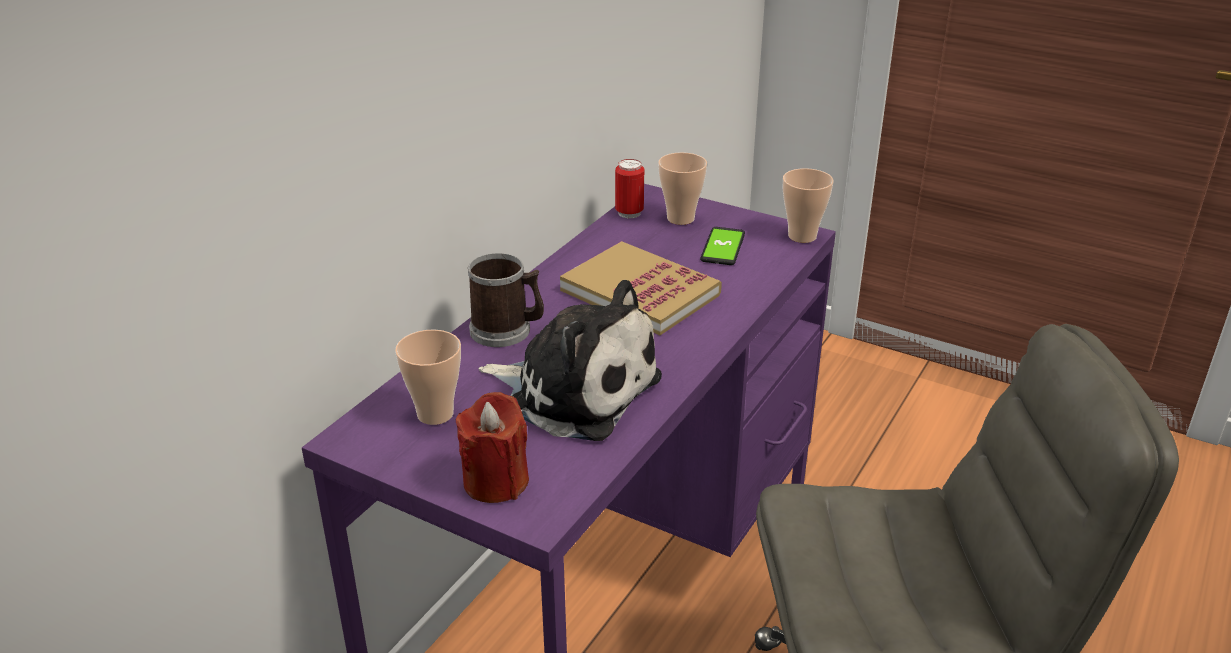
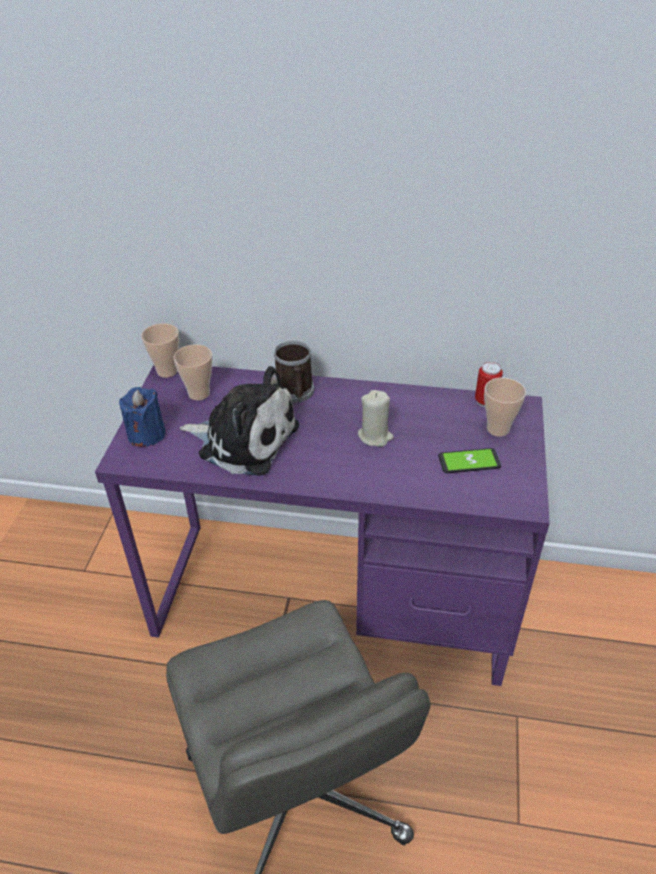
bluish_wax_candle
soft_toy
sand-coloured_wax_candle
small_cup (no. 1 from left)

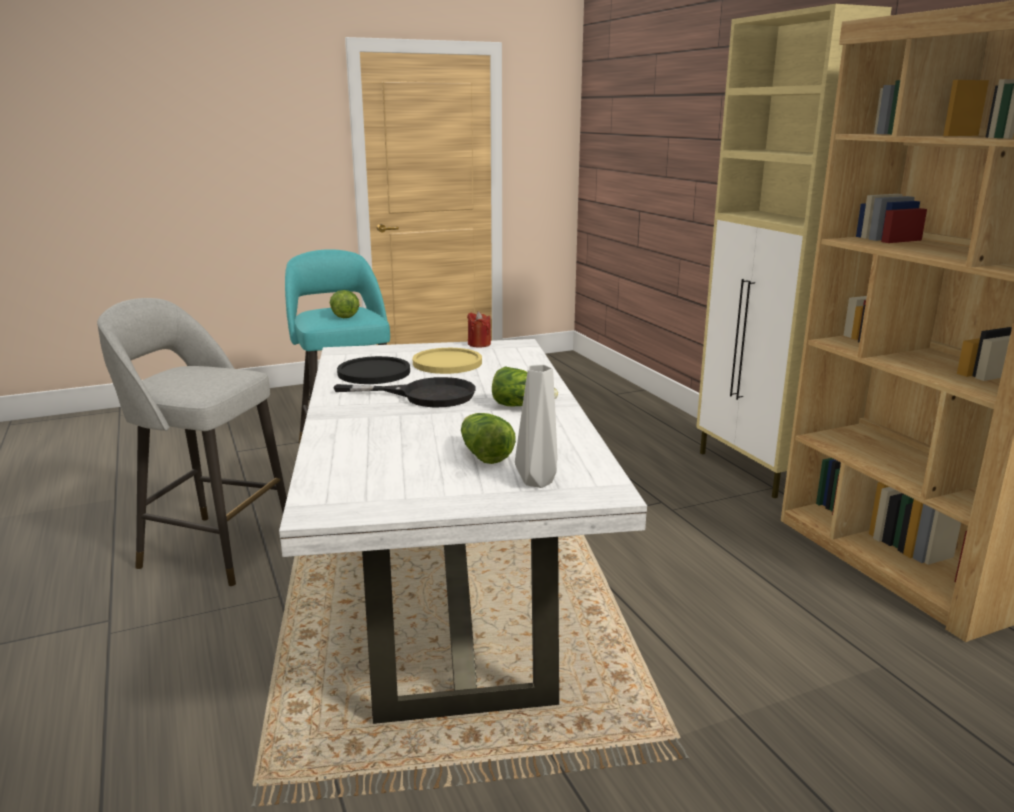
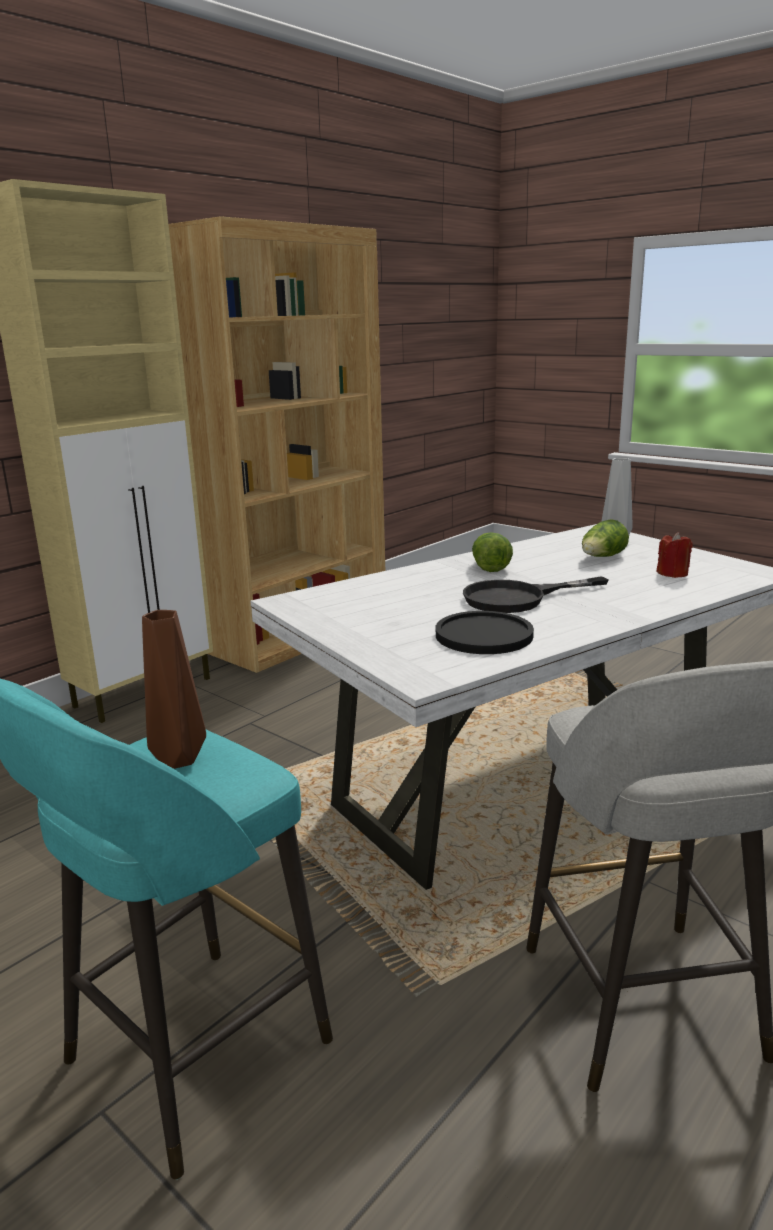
brown-coloured_decorative_vase
blackish_frying_pan
yellow_flat_dish
red-coloured_wax_candle

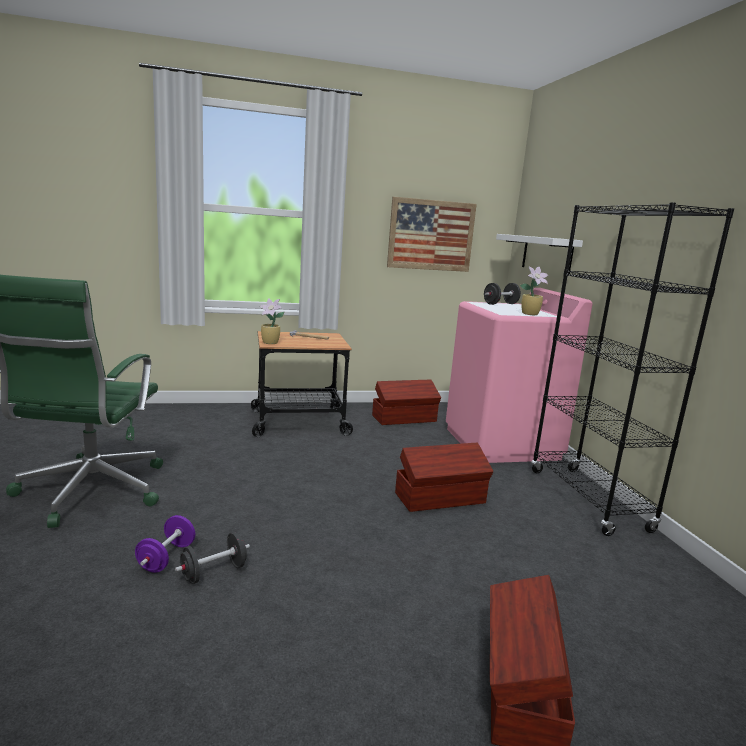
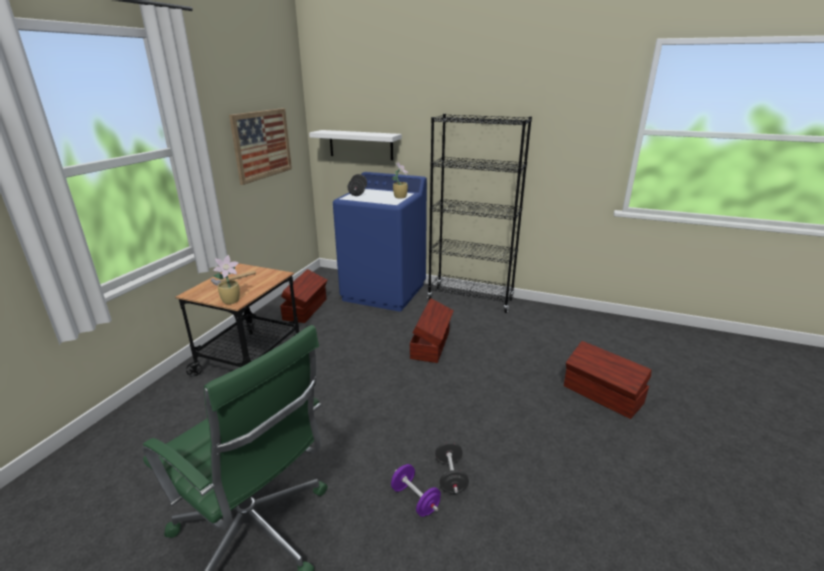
bluish_washing_machine

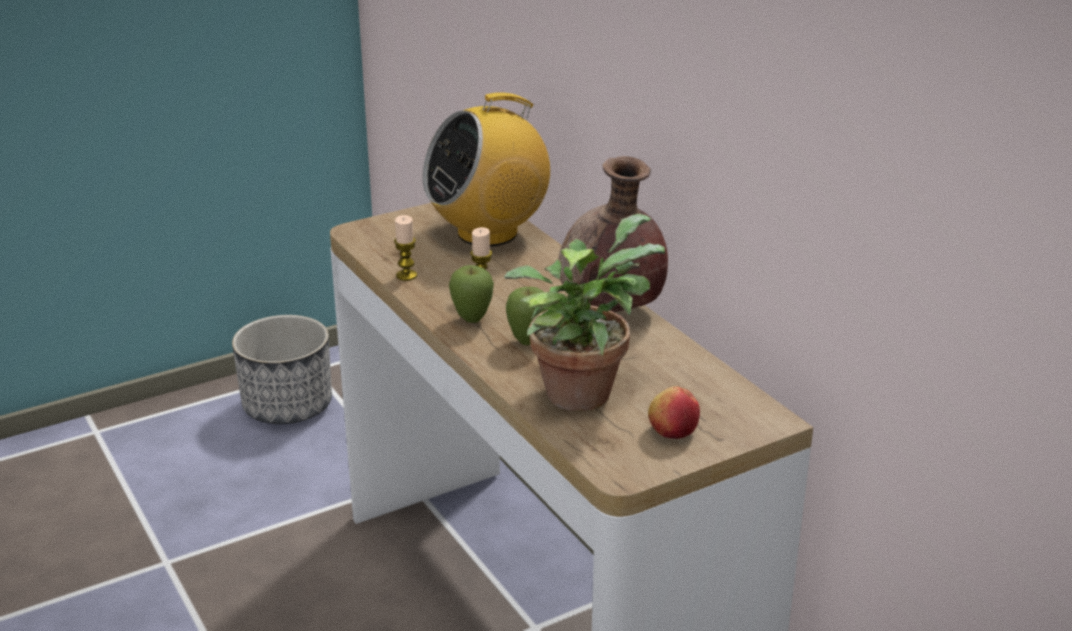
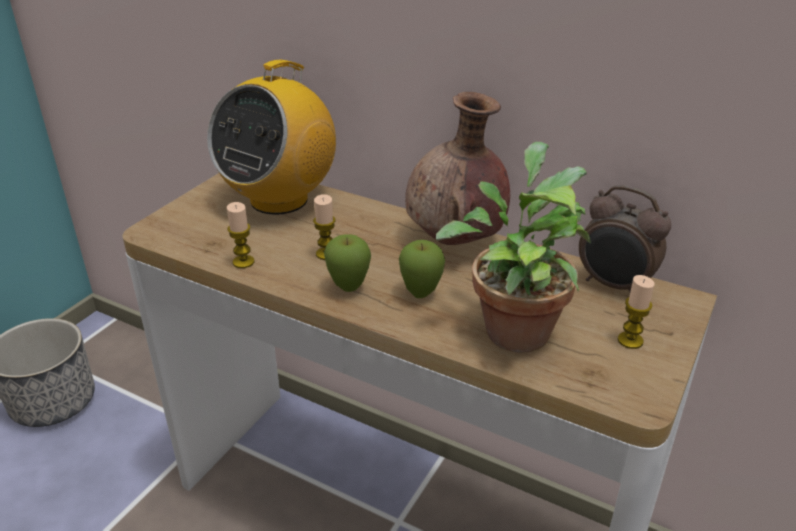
wax_candle (no. 3 from left)
bedside_clock

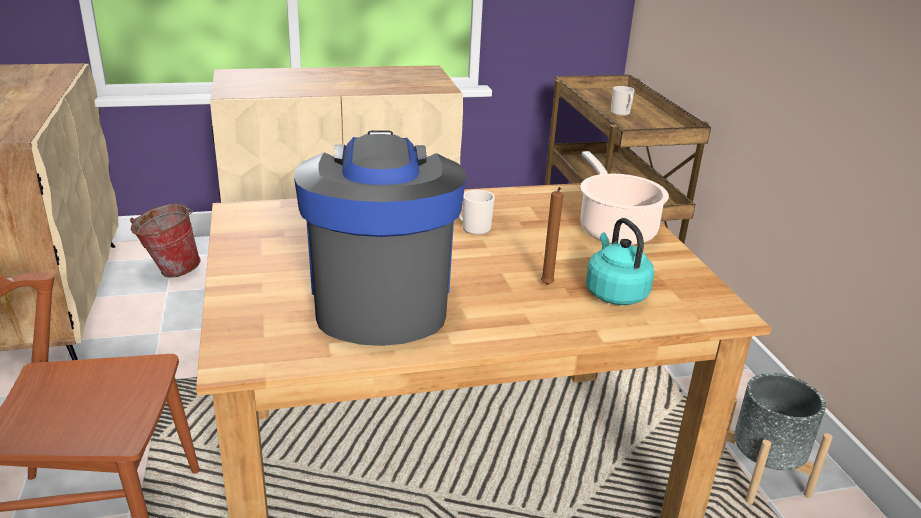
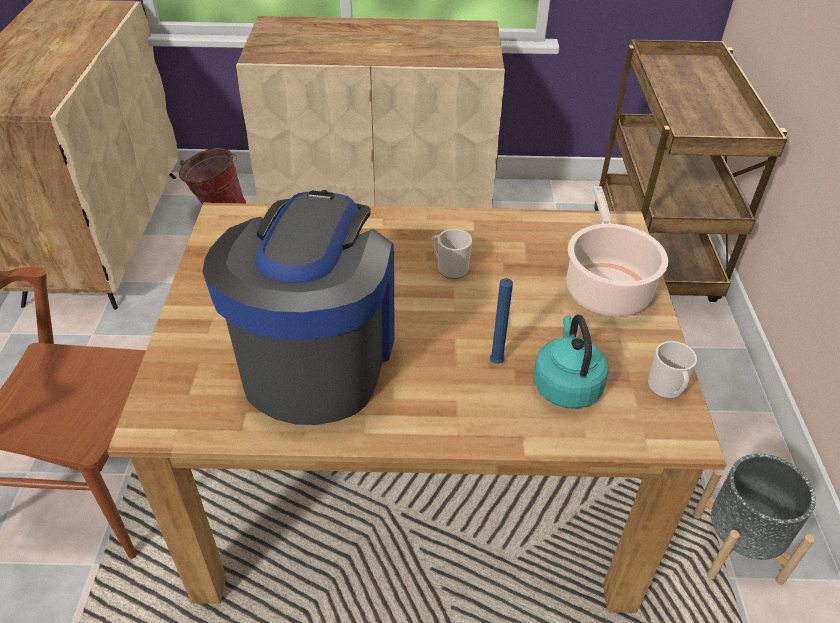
bluish_wax_candle
tea_mug (no. 2 from left)

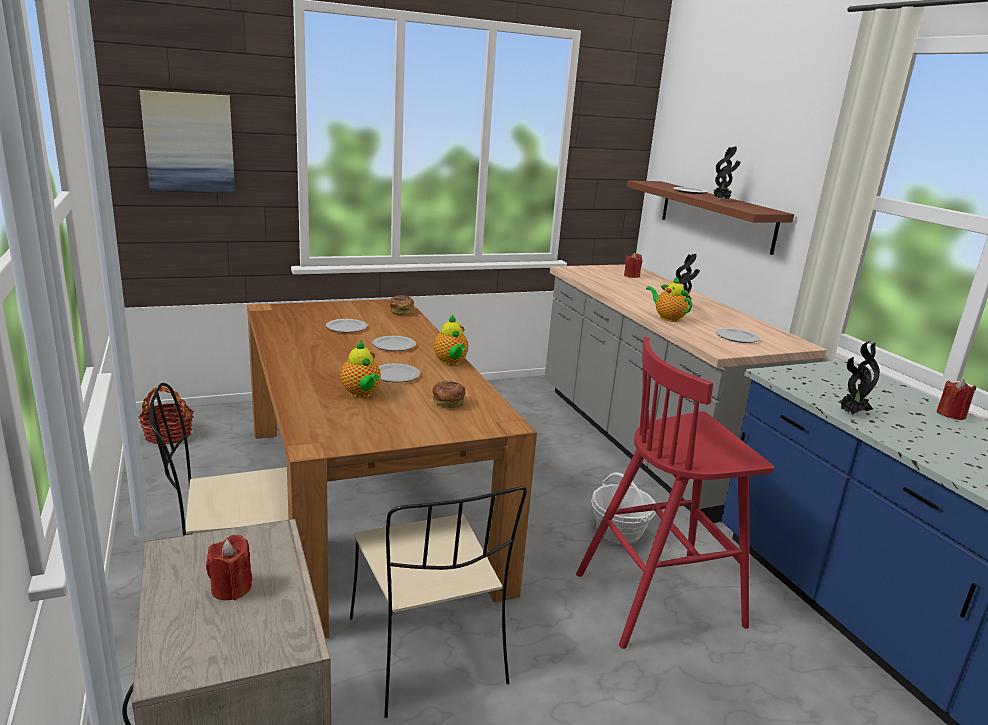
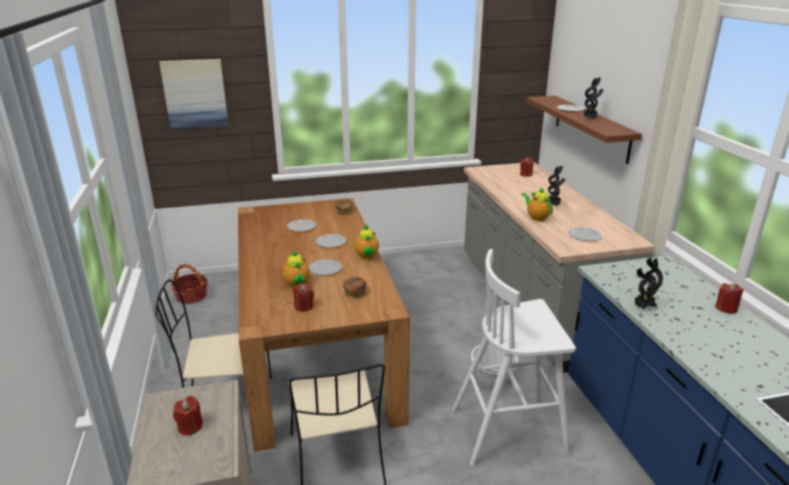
white_stool_seat
red-coloured_wax_candle (no. 2 from left)

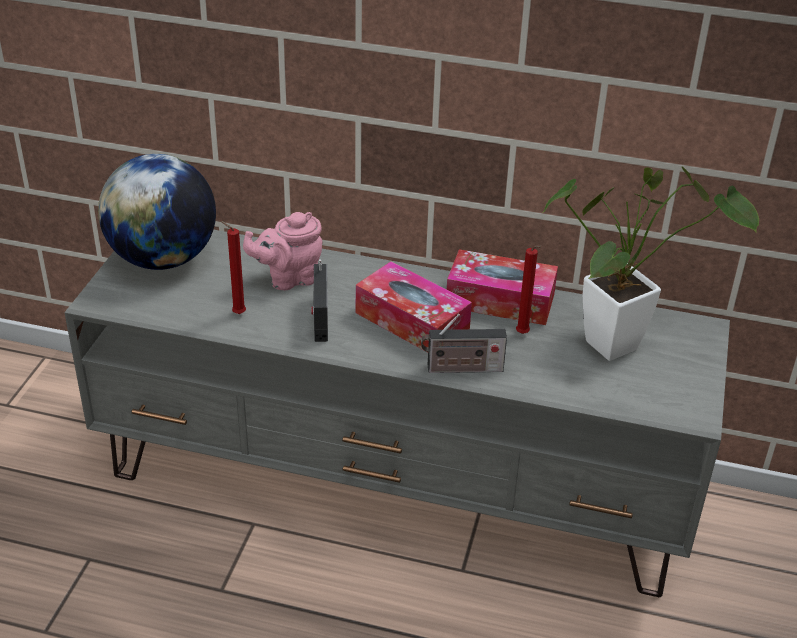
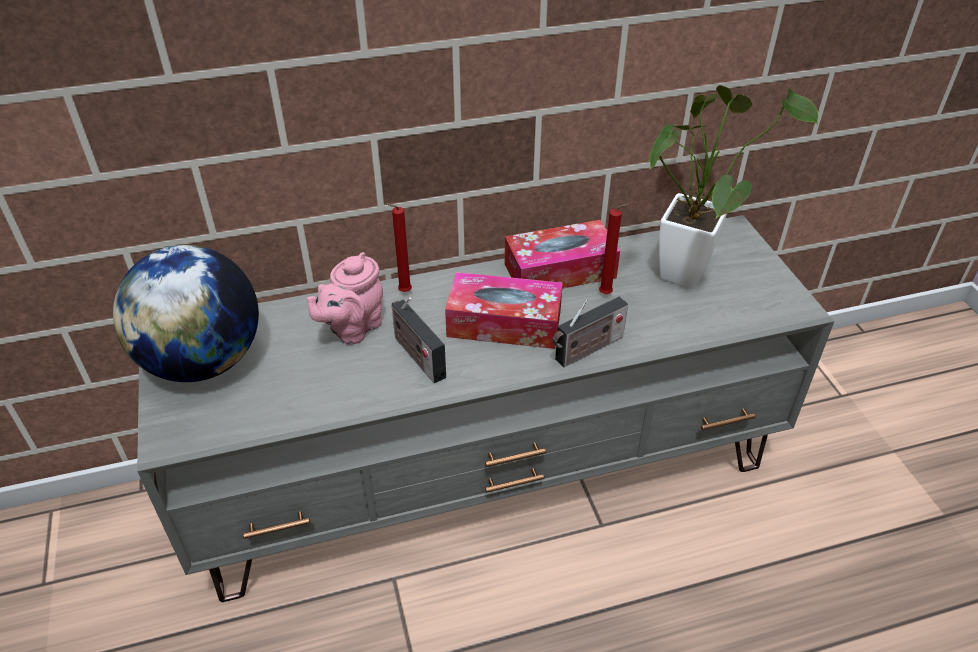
red-coloured_wax_candle (no. 1 from left)

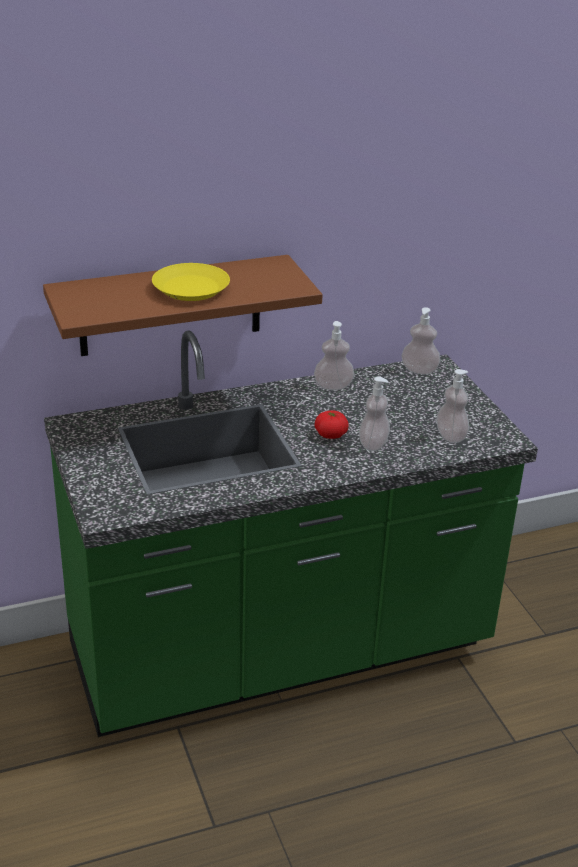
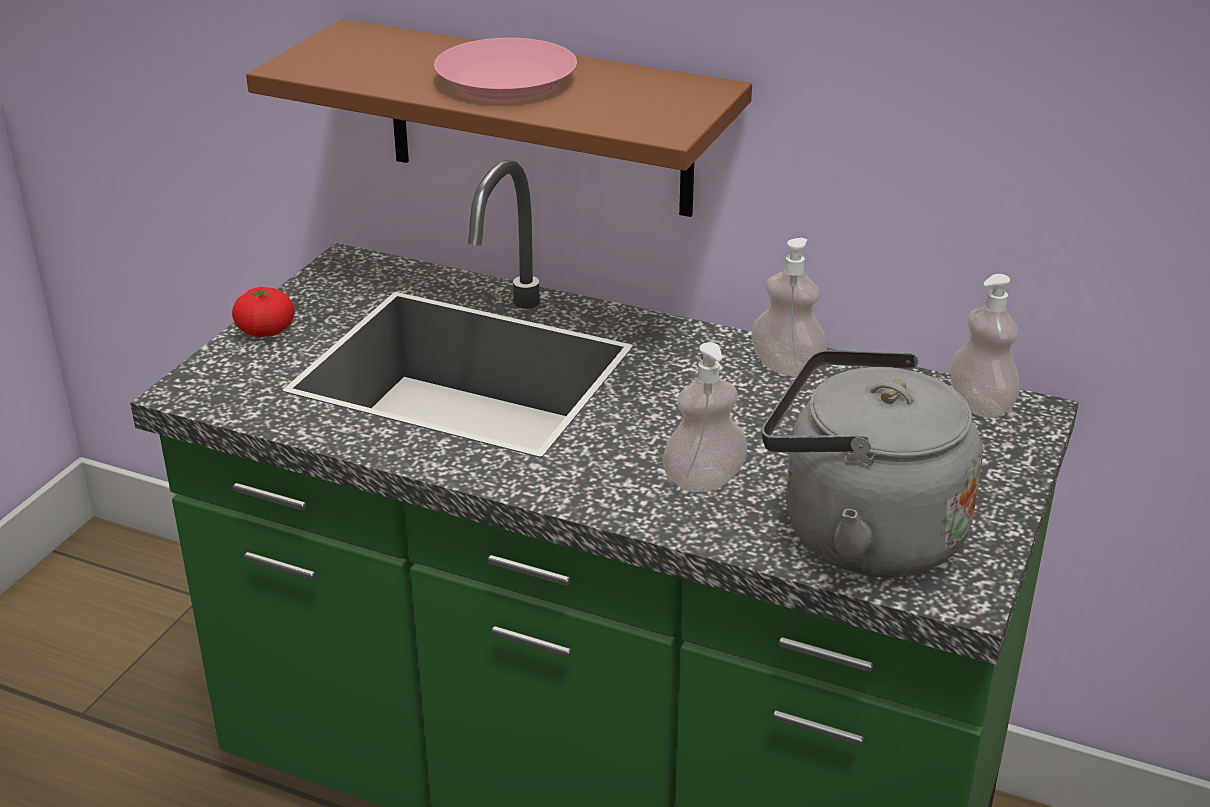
pink_flat_dish
tomato
greyish_water_kettle

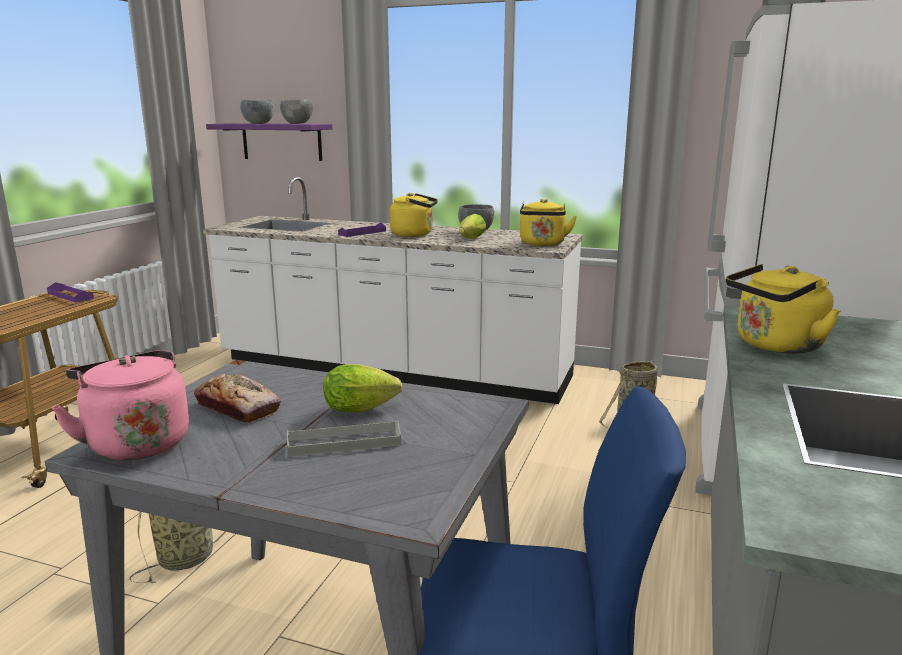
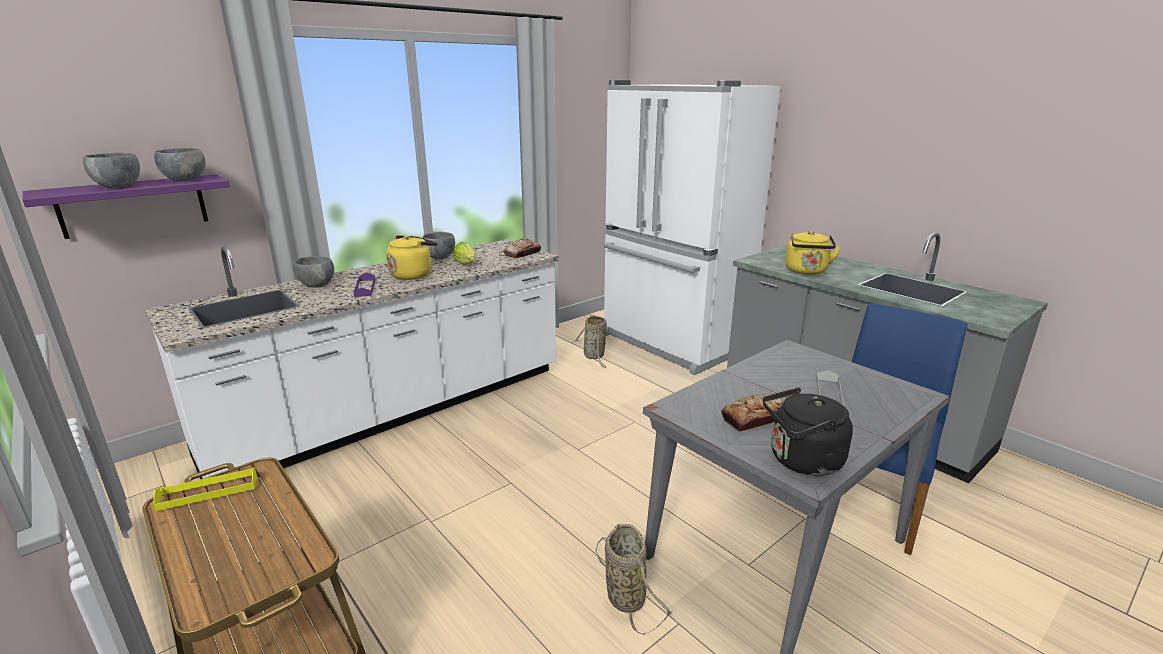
yellow_serving_tray
blackish_water_kettle
head_of_lettuce (no. 1 from left in the first image)
baked_bread (no. 1 from left)
greyish_deep_dish (no. 3 from left)

